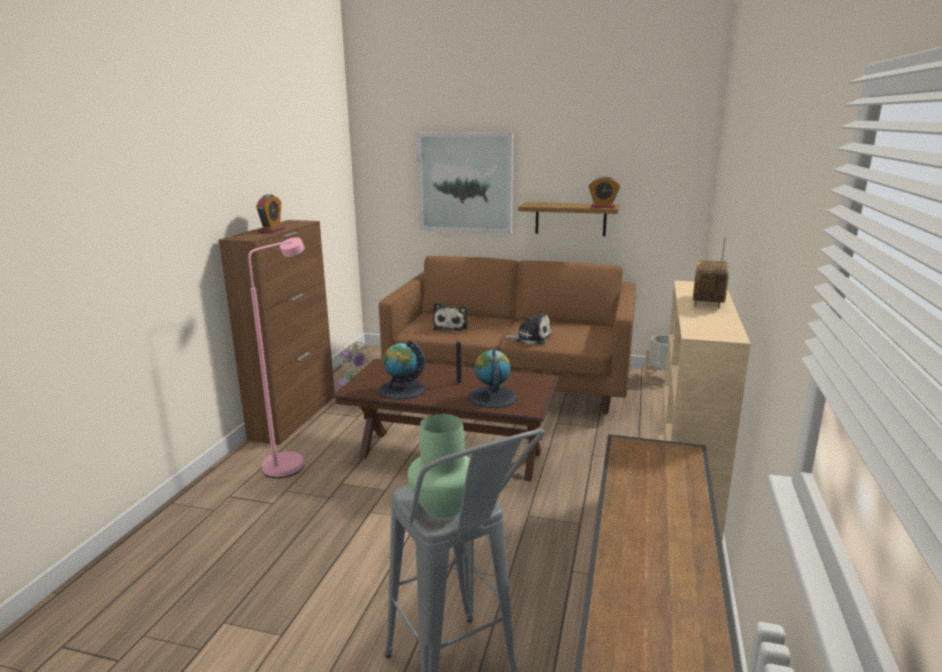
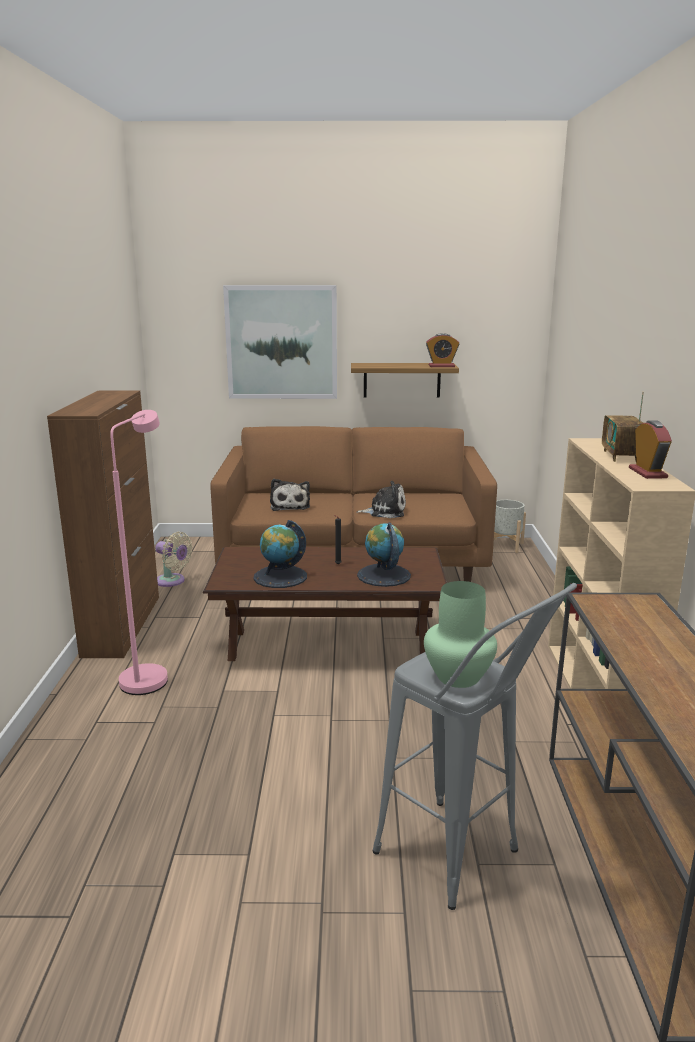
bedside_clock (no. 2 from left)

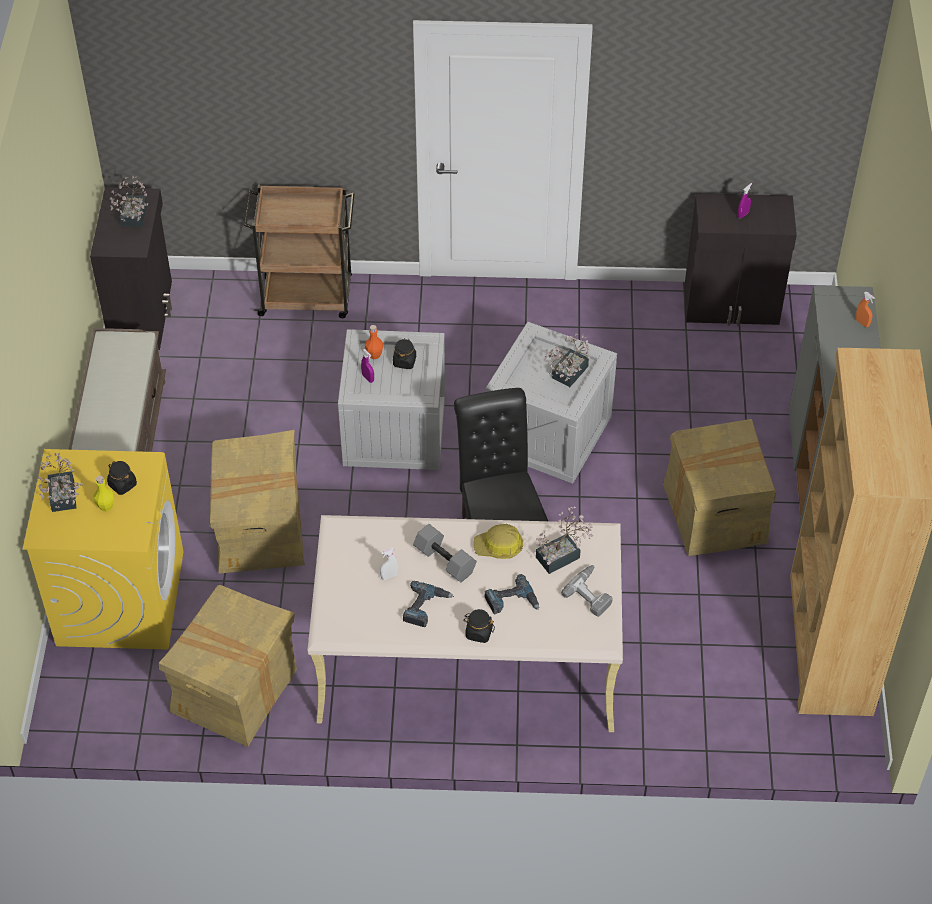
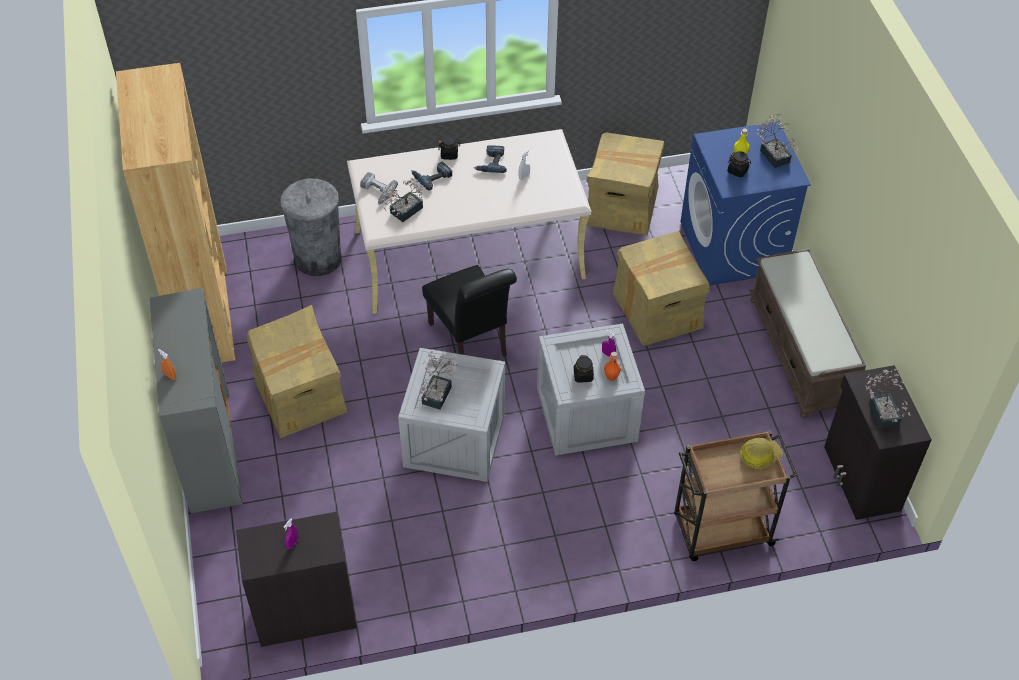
bluish_washing_machine
greyish_free_weight
hard_hat
greyish_waste_bin

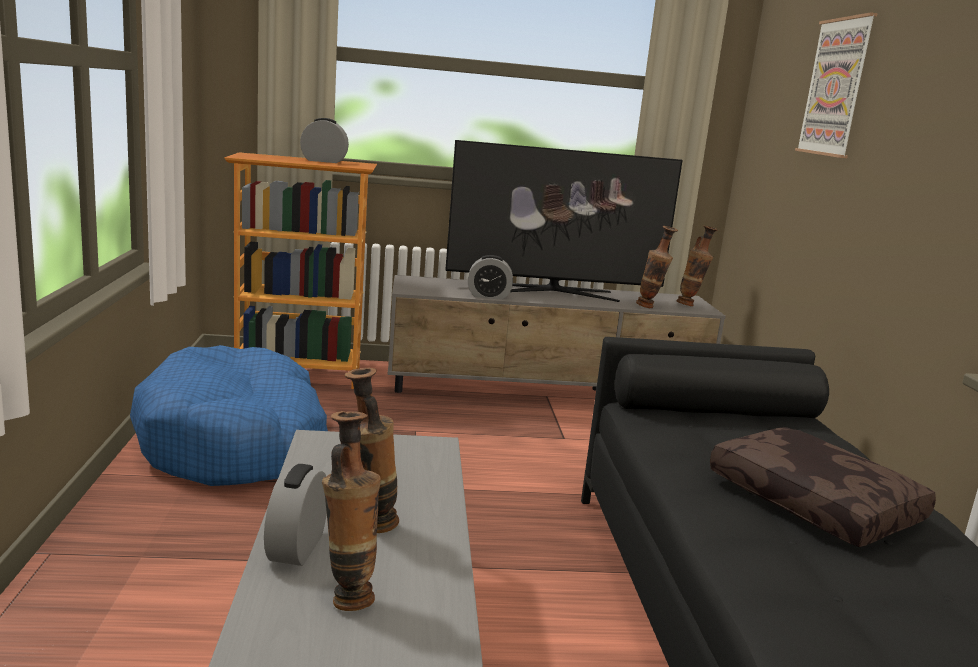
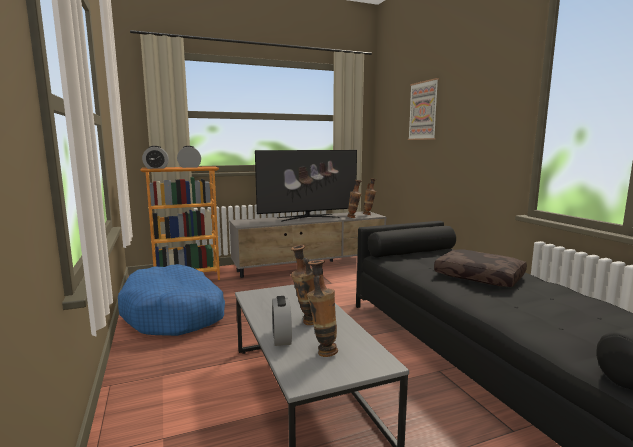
bedside_clock (no. 1 from left)

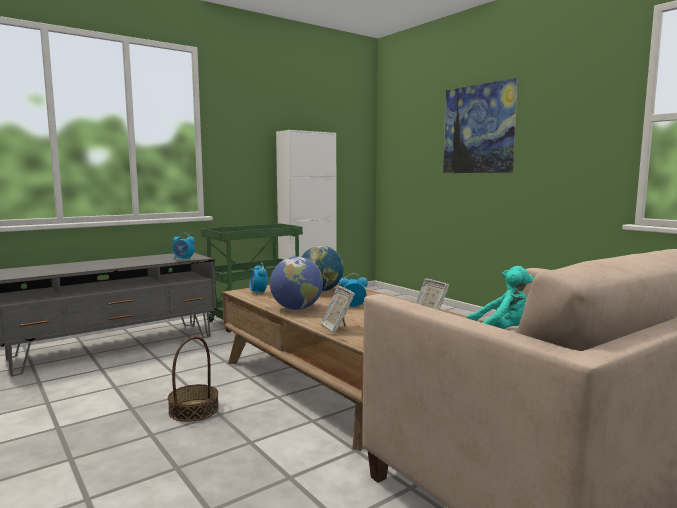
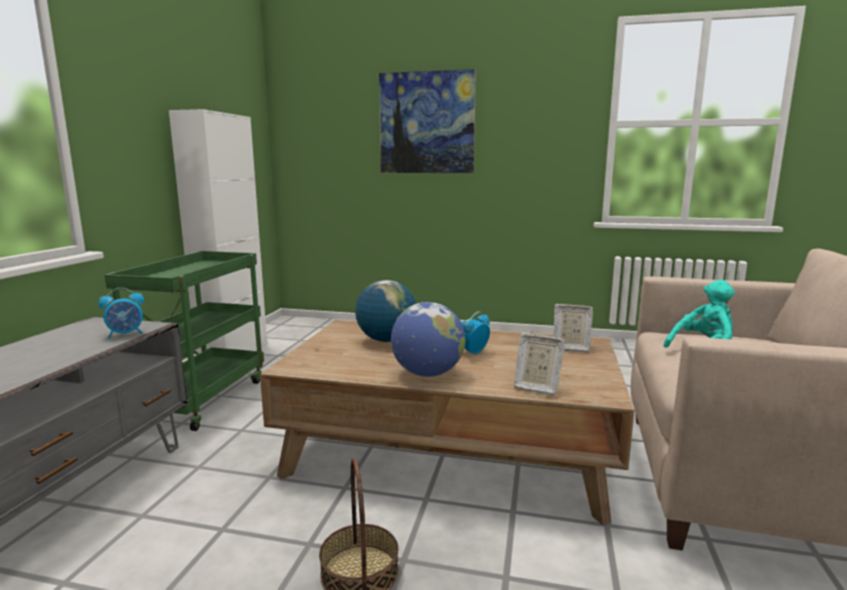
bedside_clock (no. 2 from left in the first image)

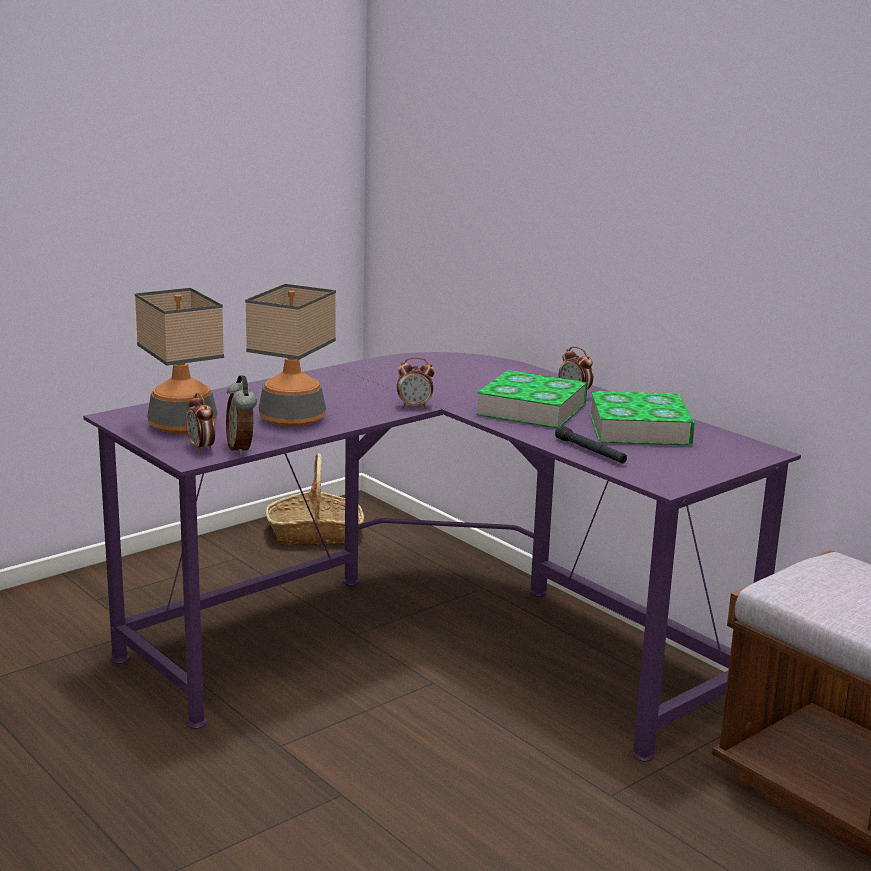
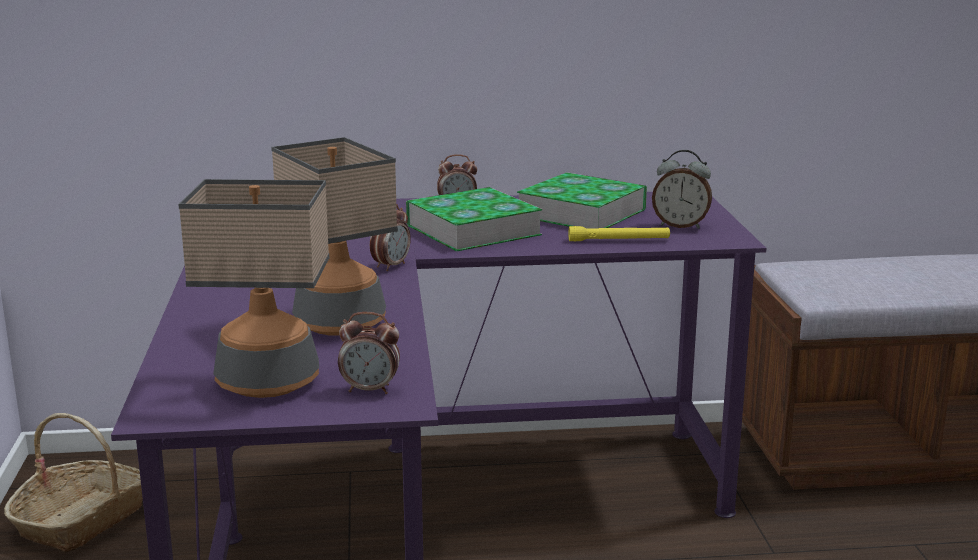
bedside_clock (no. 4 from left)
yellow_hand_torch

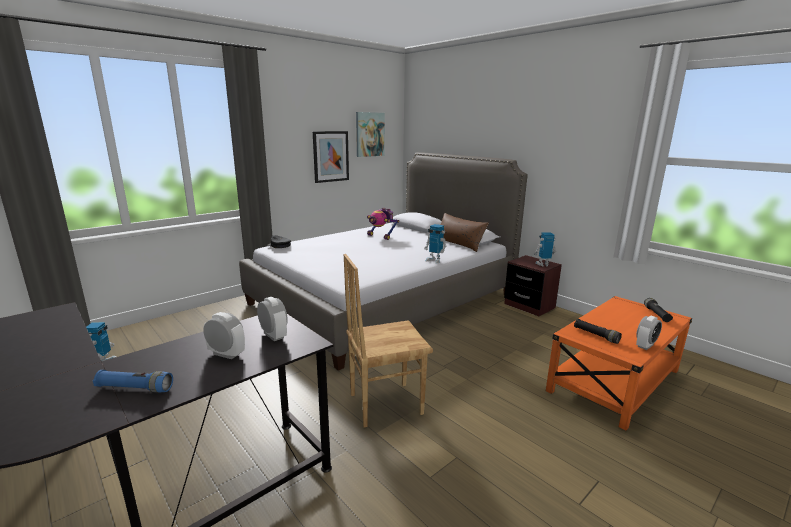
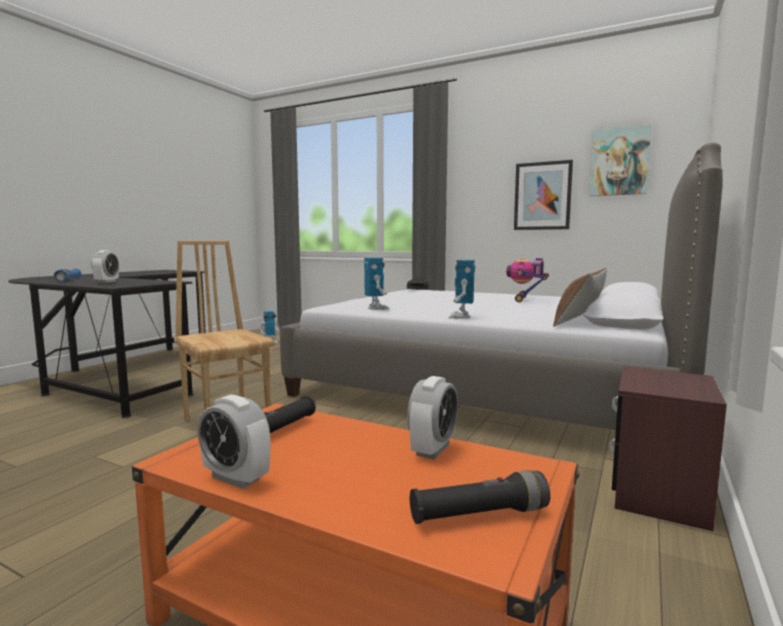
bedside_clock (no. 3 from left)
robot_figure (no. 2 from left)

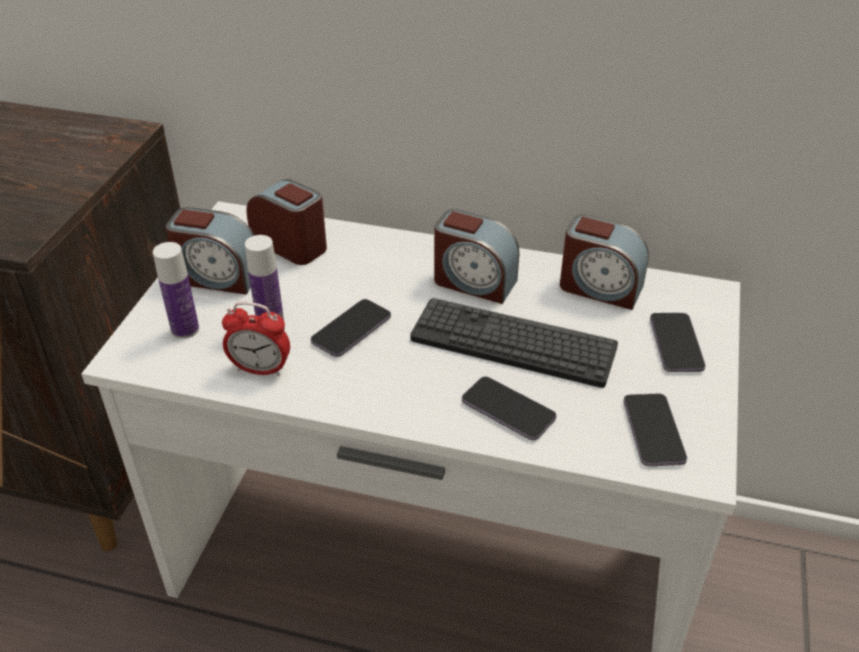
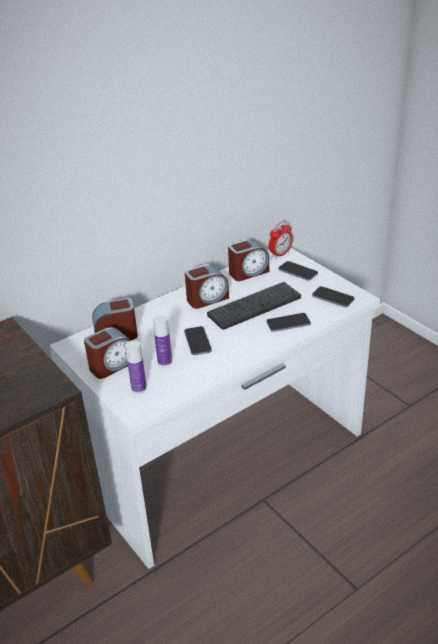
bedside_clock (no. 5 from left)

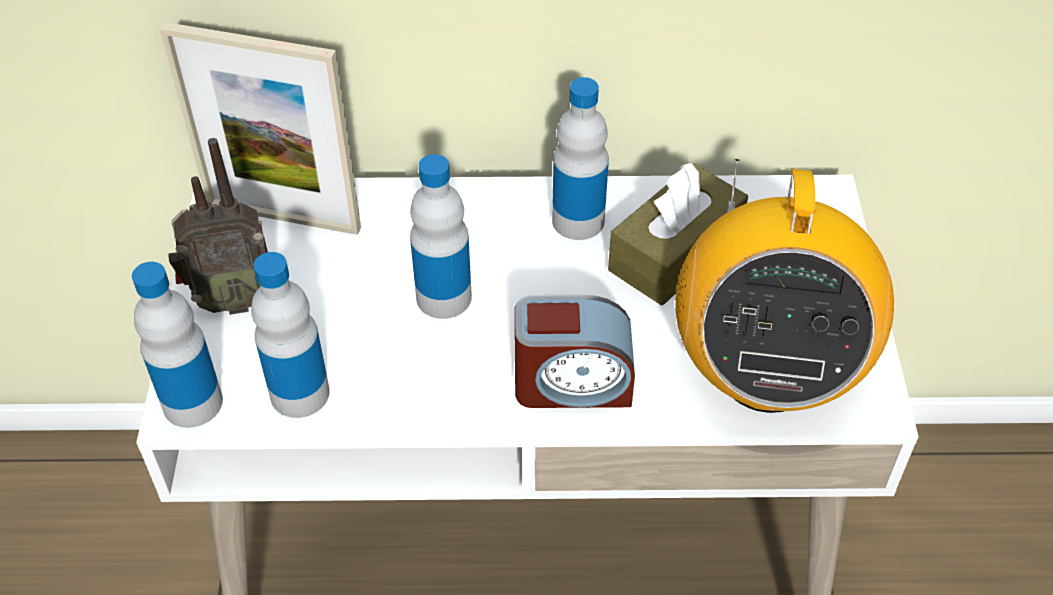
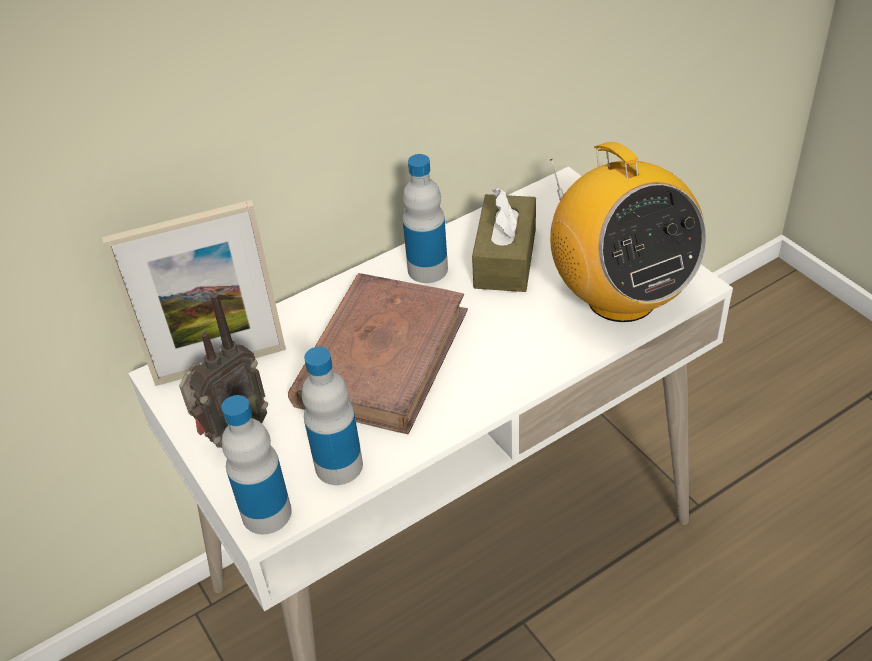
brown-coloured_book
bedside_clock

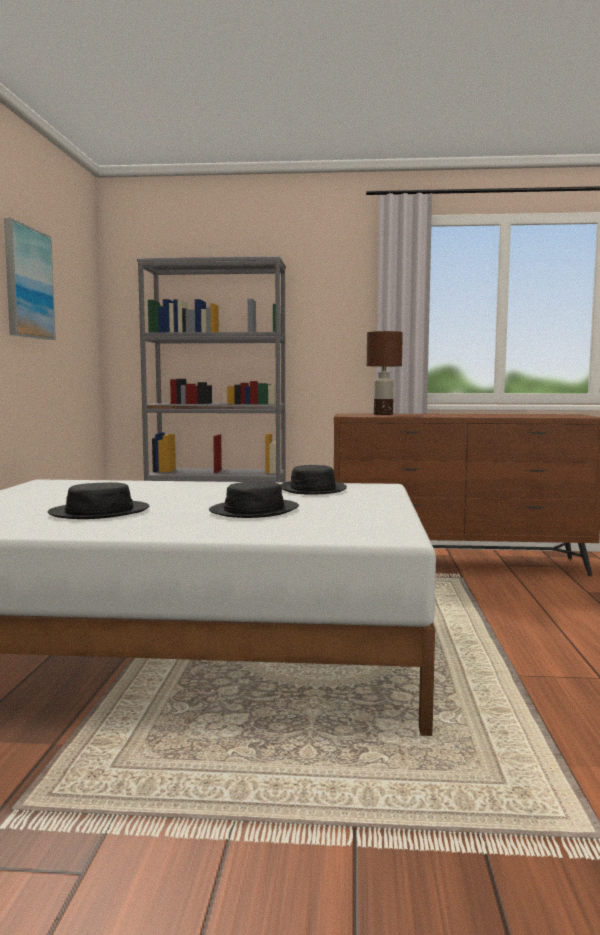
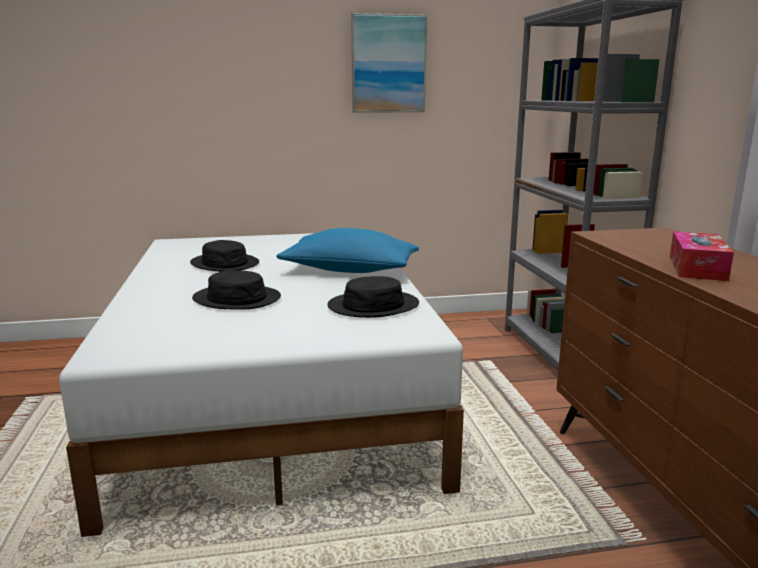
brown-coloured_tabletop_lamp
bluish_throw_pillow
box_of_tissues

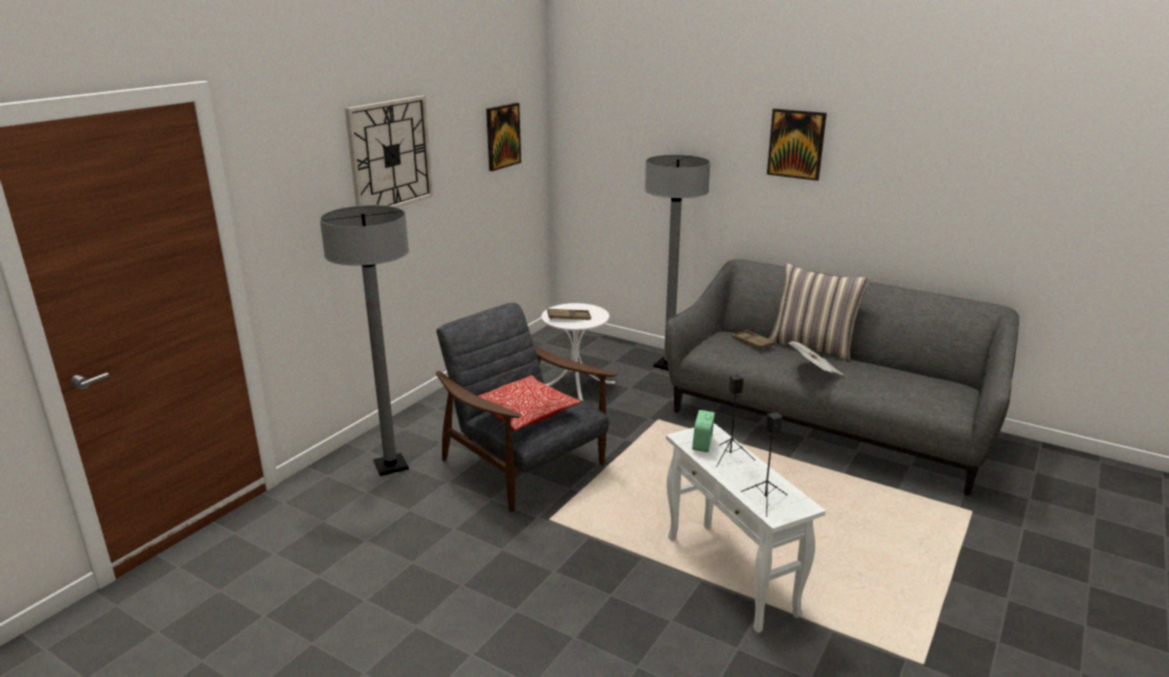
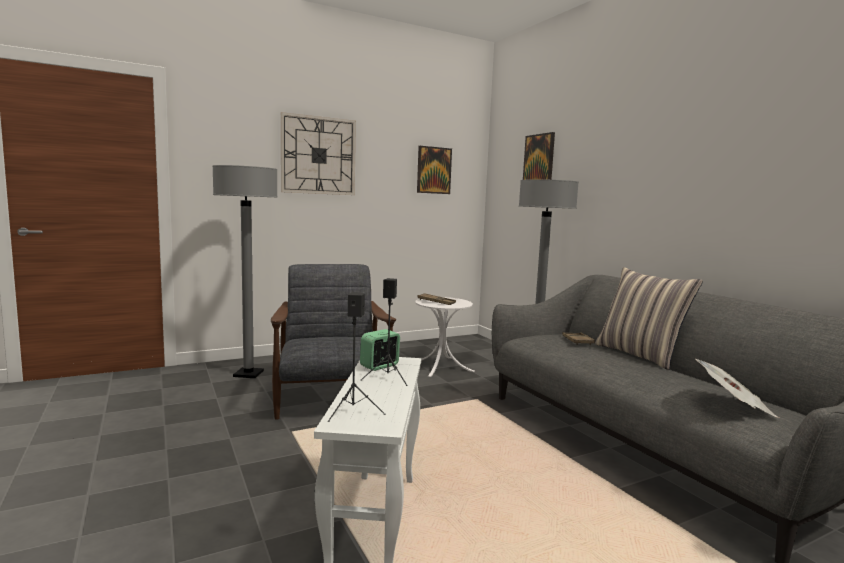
throw_pillow (no. 1 from left in the first image)
picture (no. 2 from left)
newspaper

